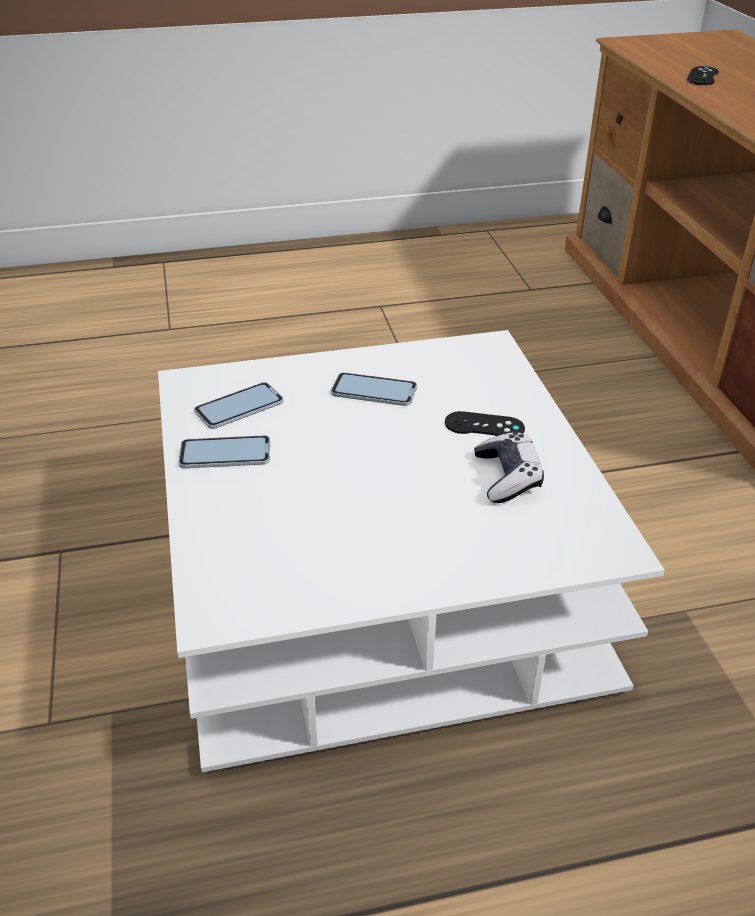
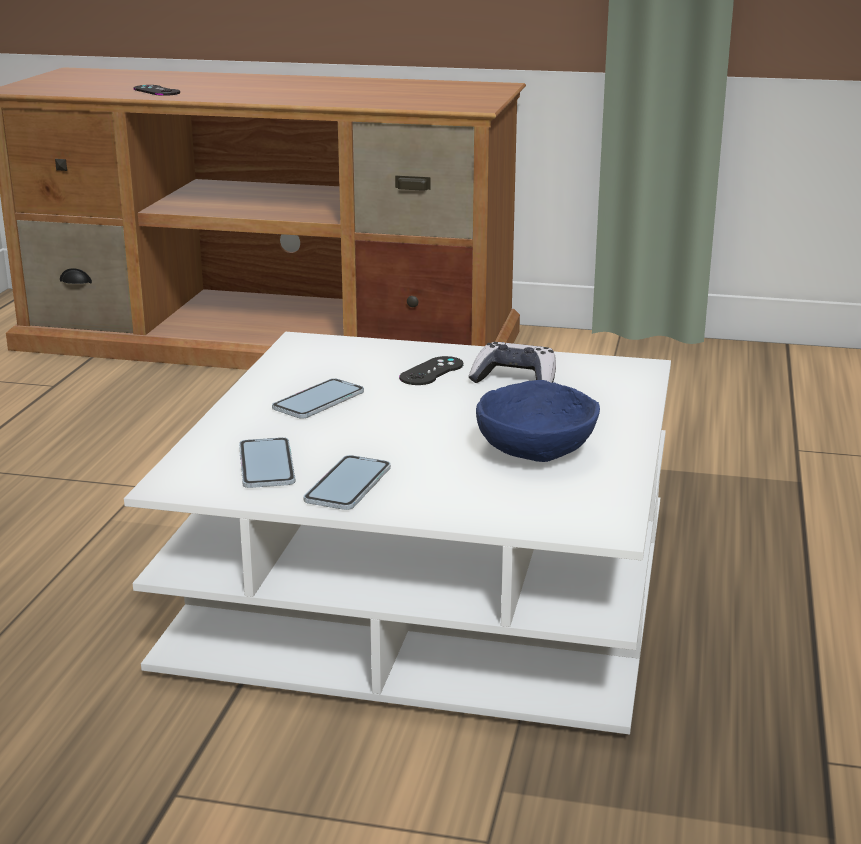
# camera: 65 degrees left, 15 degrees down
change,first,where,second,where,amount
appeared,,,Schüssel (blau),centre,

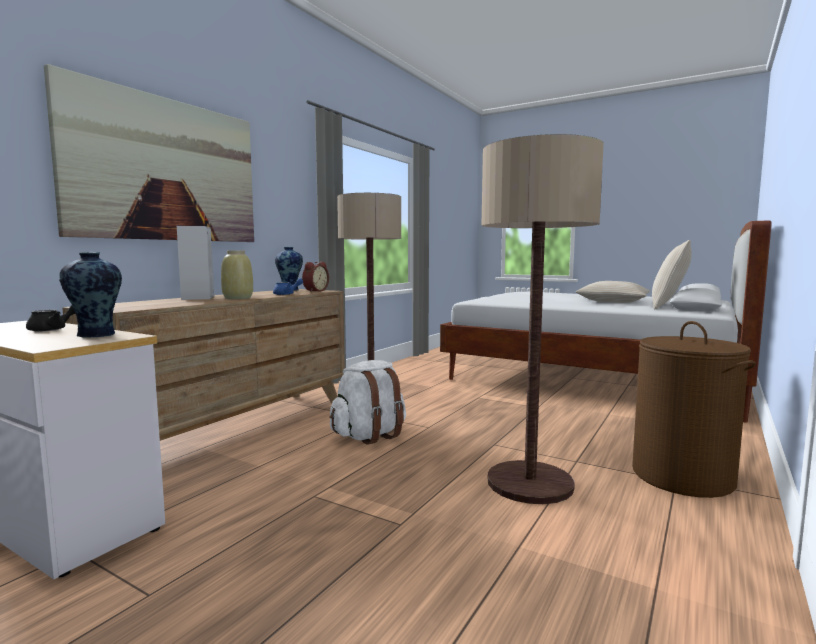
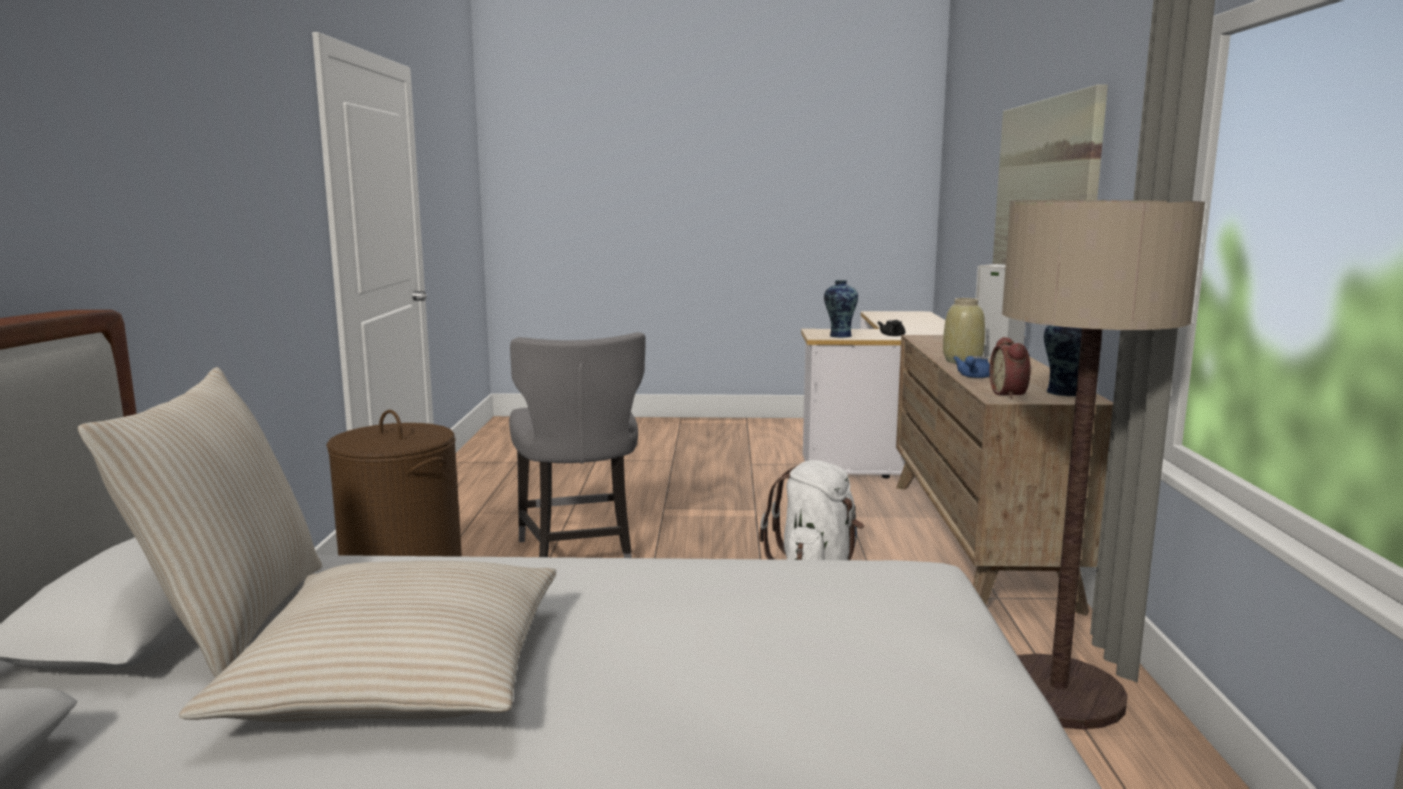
# camera: 150 degrees right, 5 degrees up
change,first,where,second,where,amount
exchanged,Stehlampe (no. 2 from left),centre,Stuhl (grau),centre,

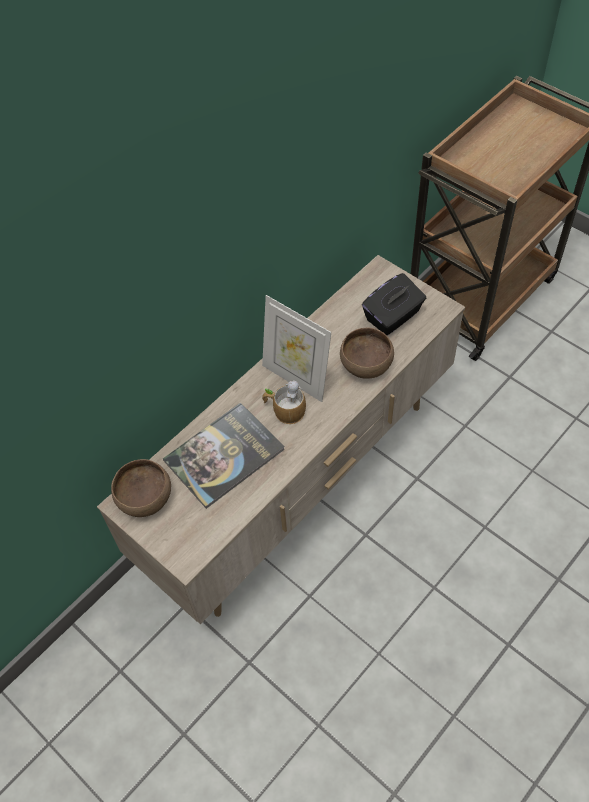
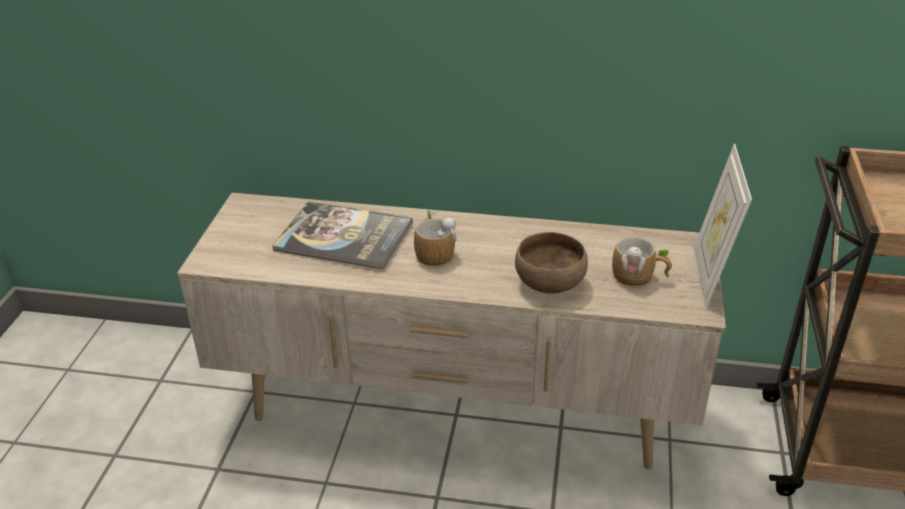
# camera: 55 degrees right, 20 degrees down
change,first,where,second,where,amount
exchanged,Taschentuchbox (schwarz),middle right,Henkelbecher (no. 2 from left),middle right,
relocated,Bilderrahmen,centre,,middle right,
missing,Schüssel (braun) (no. 1 from left),middle left,,,

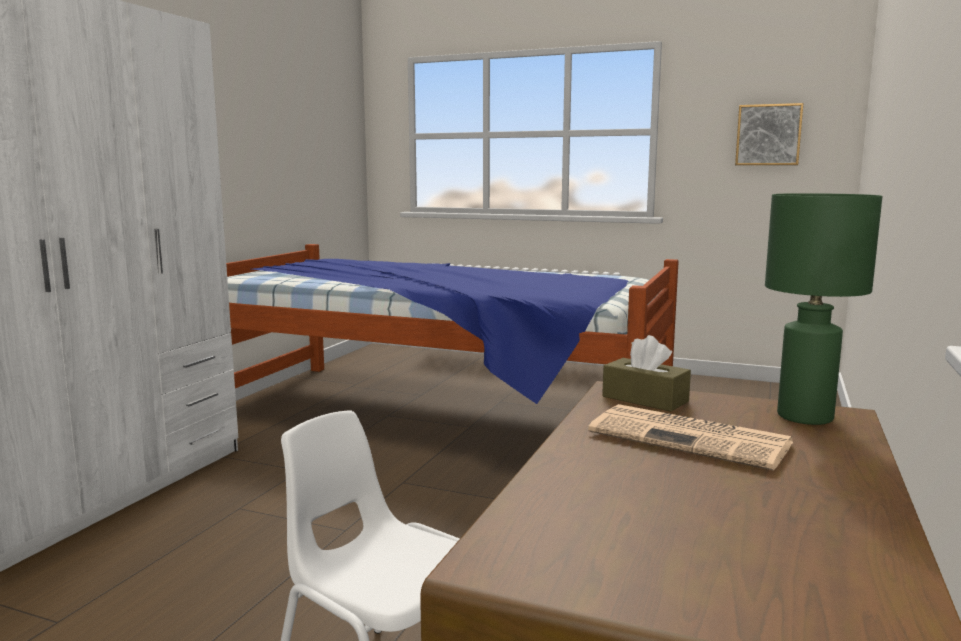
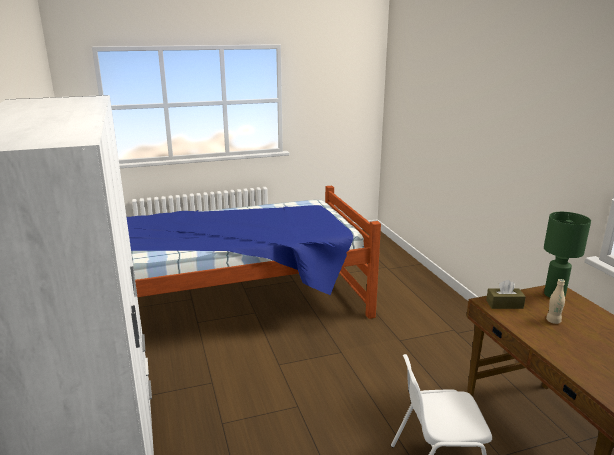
# camera: 40 degrees left, 10 degrees up
change,first,where,second,where,amount
exchanged,Zeitung,bottom right,Flasche (beige),middle right,
missing,Bild,top right,,,

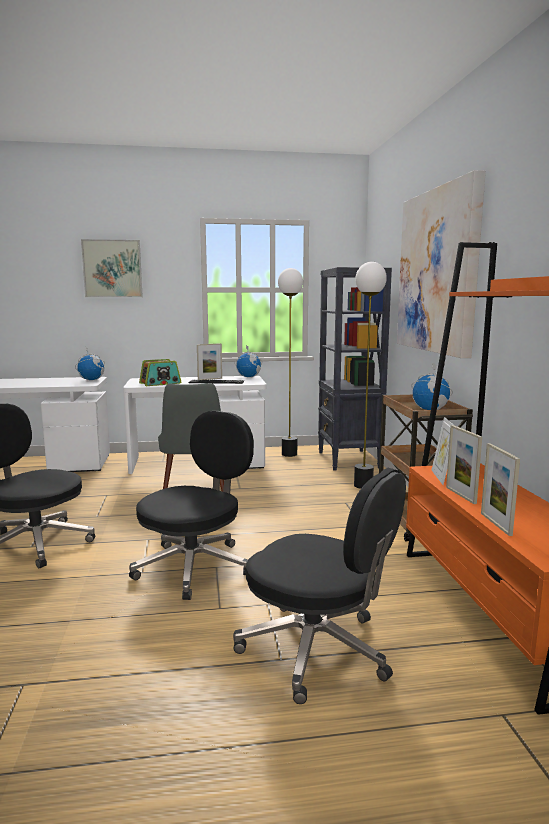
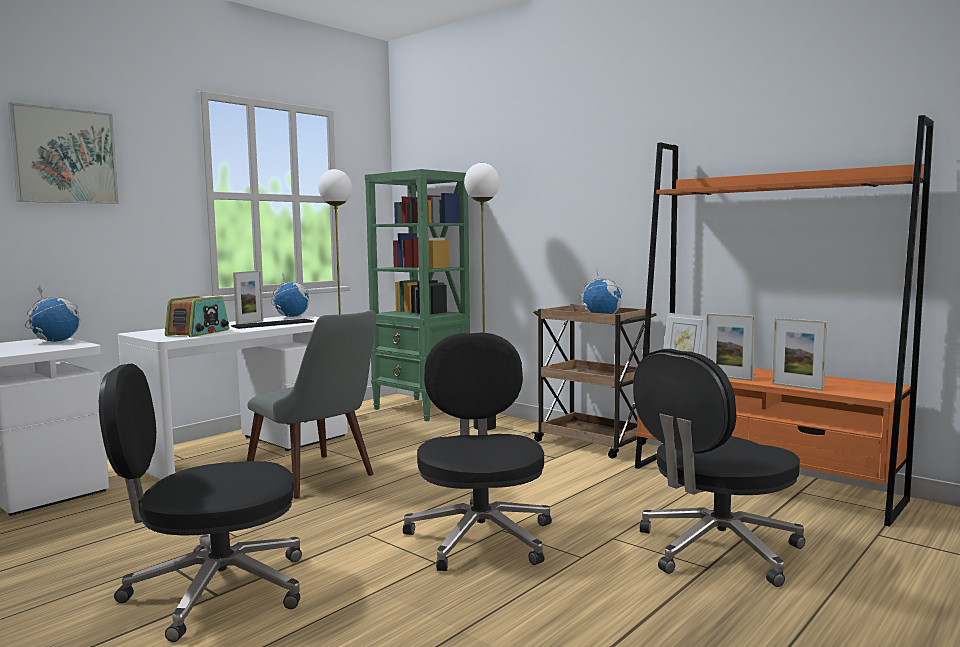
# camera: 40 degrees left, 5 degrees down
change,first,where,second,where,amount
colour,Bücherregal (schwarz),centre,Bücherregal (grün),centre,
spun,Bürostuhl (schwarz) (no. 3 from left),bottom centre,,bottom right,150 degrees clockwise
missing,Bild (no. 2 from left),top right,,,

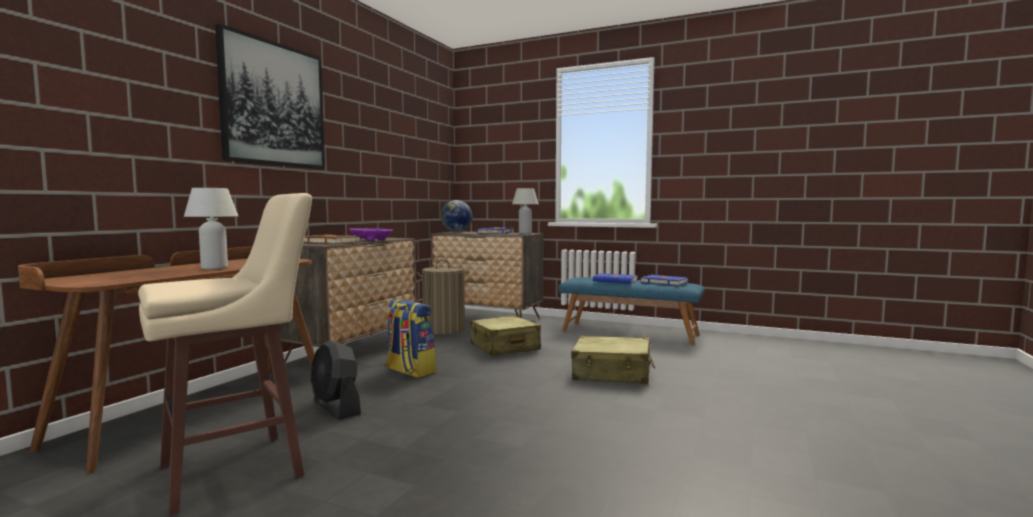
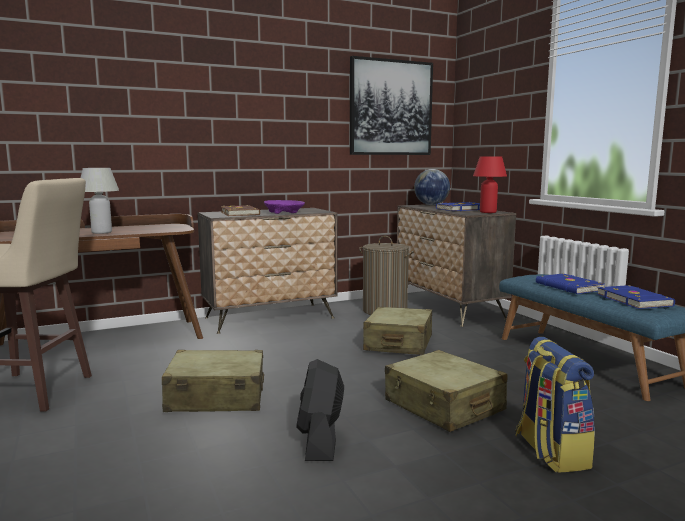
# camera: 40 degrees right, 5 degrees up
change,first,where,second,where,amount
appeared,,,Koffer (beige) (no. 1 from left),bottom left,
relocated,Ventilator (schwarz),bottom left,,bottom centre,
relocated,Bild,top left,,top centre,
colour,Tischlampe (weiß) (no. 2 from left),centre,Tischlampe (rot),middle right,
relocated,Rucksack,centre,,bottom right,

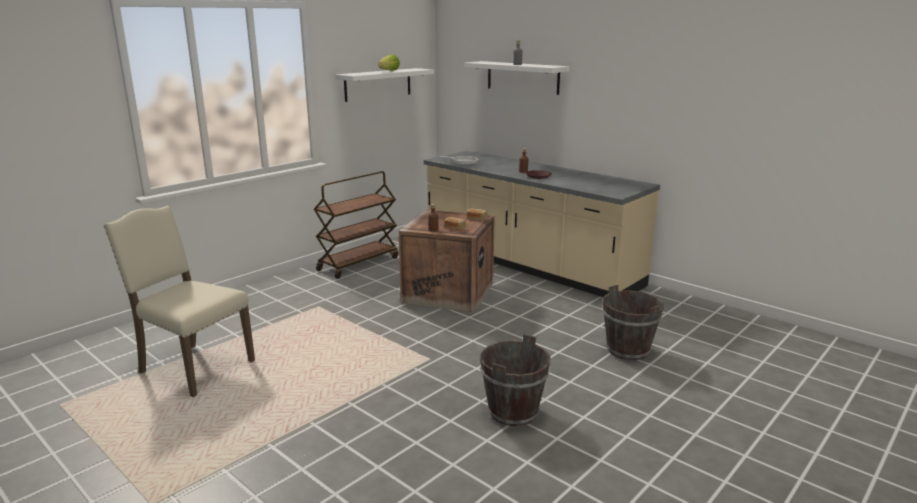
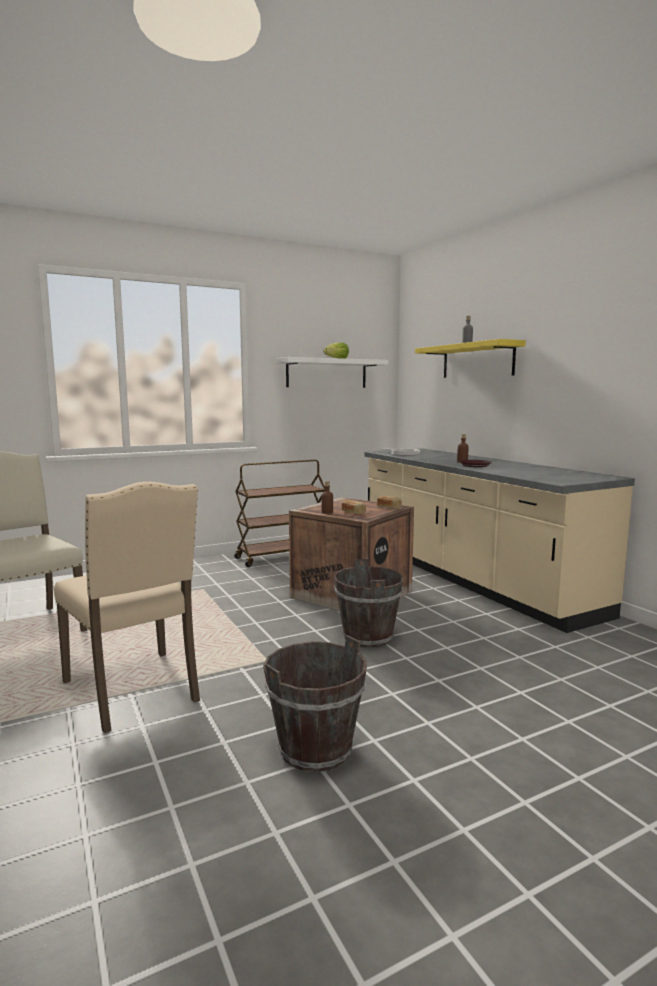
# camera: 20 degrees right, 10 degrees down
change,first,where,second,where,amount
appeared,,,Stuhl (beige) (no. 2 from left),middle left,
relocated,Eimer (braun) (no. 2 from left),middle right,,centre,
colour,Wandregal (weiß) (no. 2 from left),top centre,Wandregal (gelb),middle right,

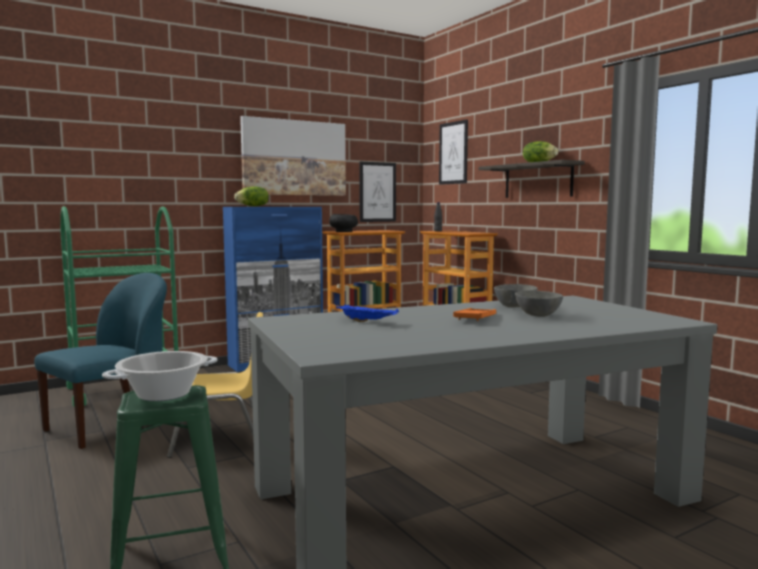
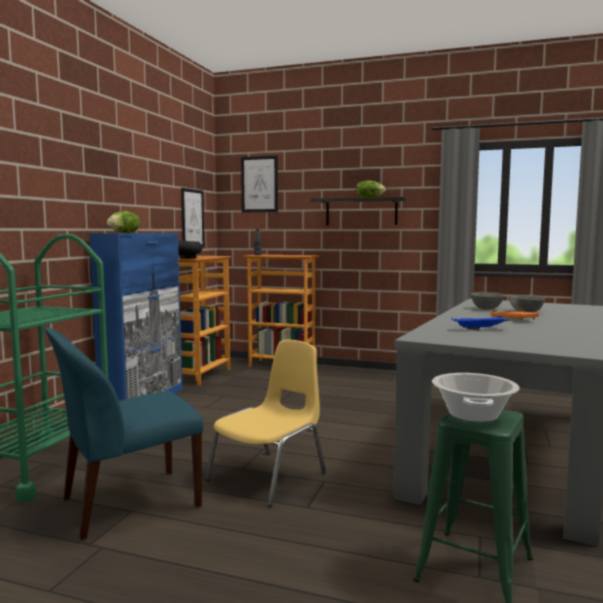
# camera: 40 degrees left, 0 degrees up
change,first,where,second,where,amount
spun,Stuhl (blau),middle left,,bottom left,120 degrees counterclockwise
missing,Bild (no. 1 from left),top centre,,,

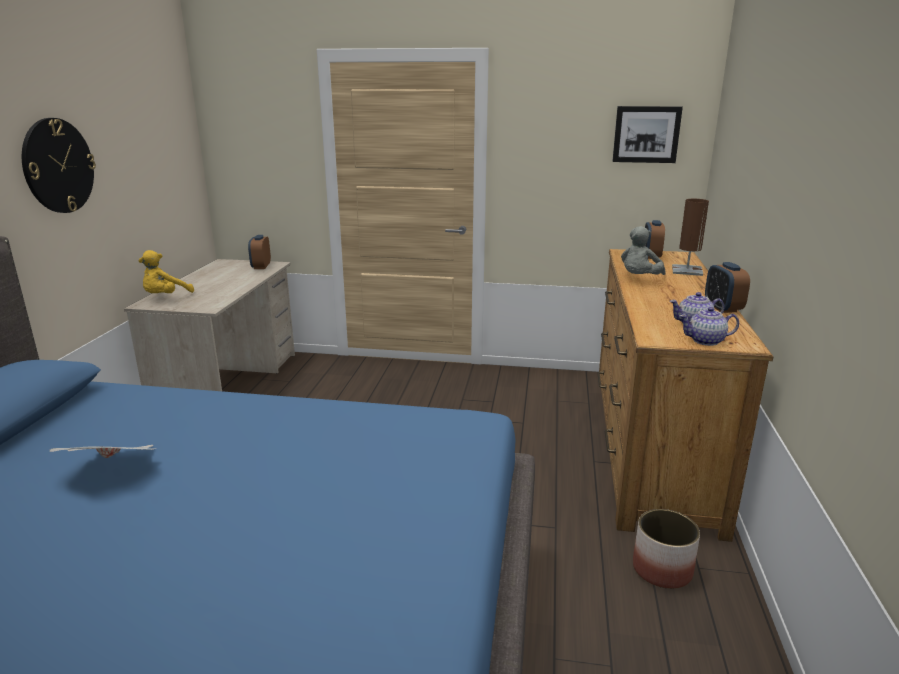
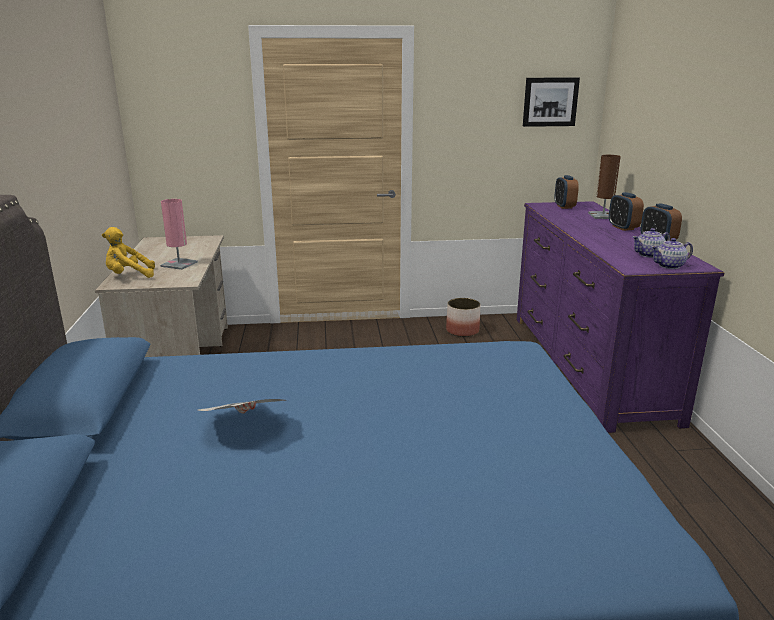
# camera: 15 degrees left, 0 degrees up
change,first,where,second,where,amount
spun,Plüschtier (gelb),middle left,,middle left,60 degrees clockwise
appeared,,,Tischlampe (rosa),middle left,
relocated,Pflanzkübel,bottom right,,centre,
colour,Kommode (braun),middle right,Kommode (lila),middle right,
relocated,Wecker (no. 1 from left in the first image),middle left,Wecker (no. 2 from left),middle right,
missing,Wanduhr,top left,,,
missing,Plüschtier (grau),middle right,,,

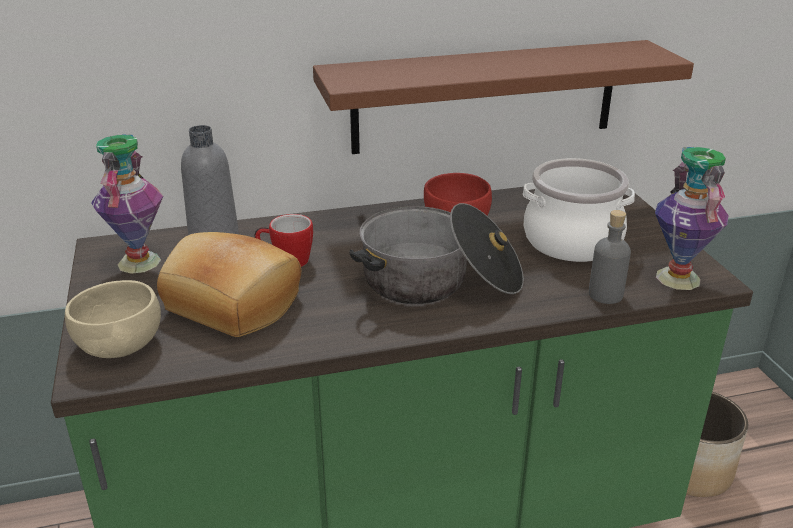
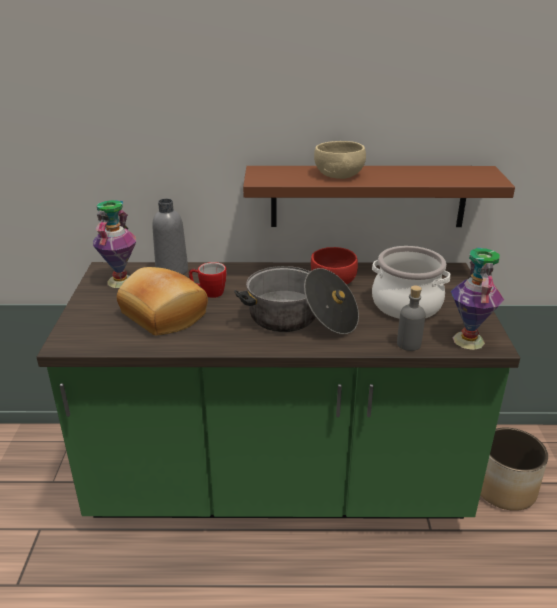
# camera: 15 degrees right, 0 degrees up
change,first,where,second,where,amount
relocated,Schüssel (beige),middle left,,top centre,

